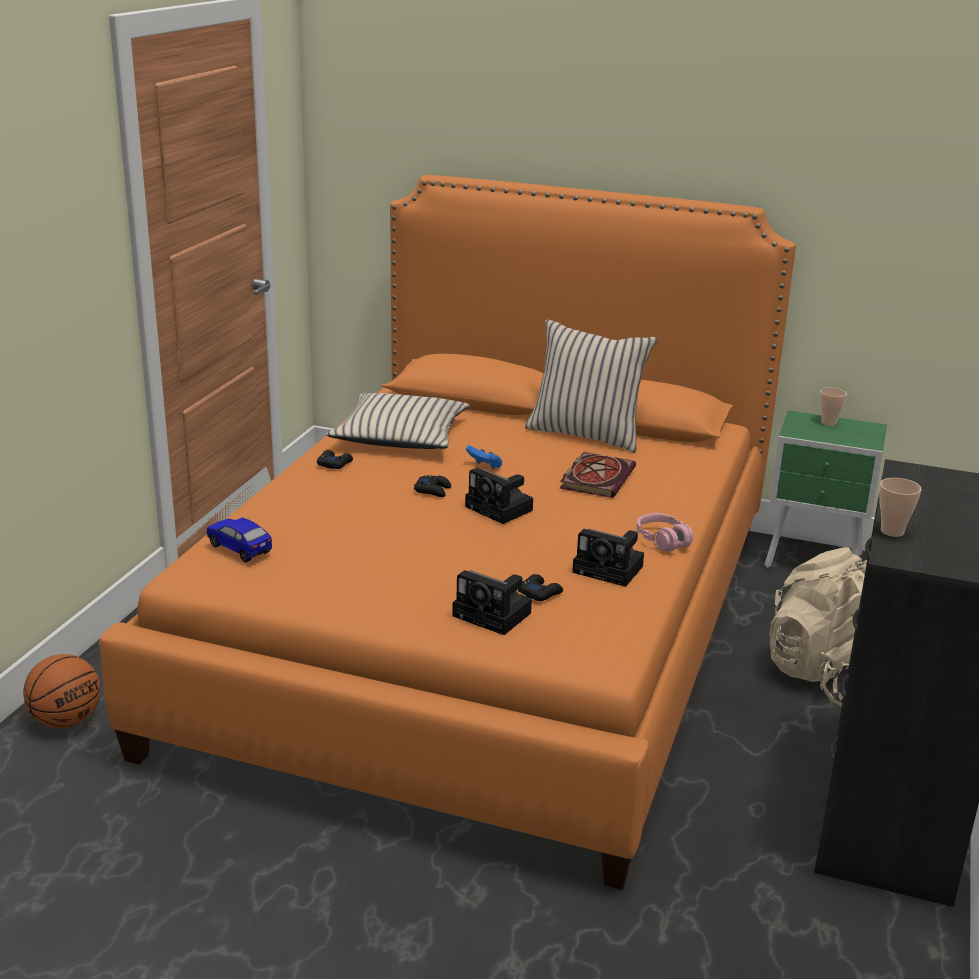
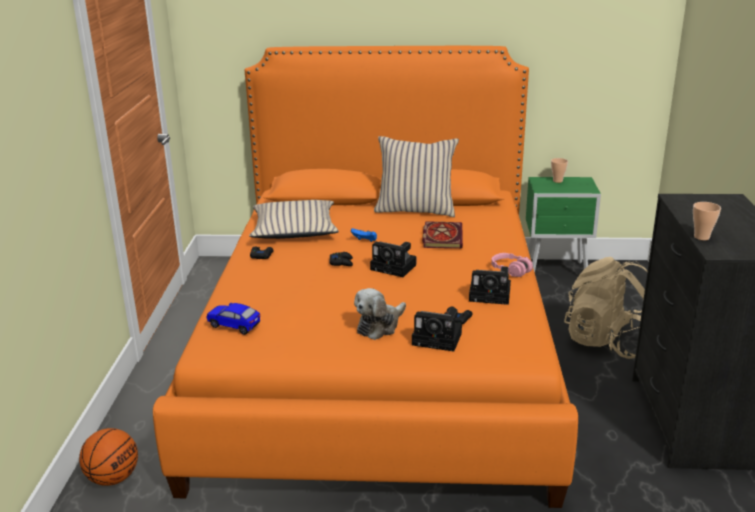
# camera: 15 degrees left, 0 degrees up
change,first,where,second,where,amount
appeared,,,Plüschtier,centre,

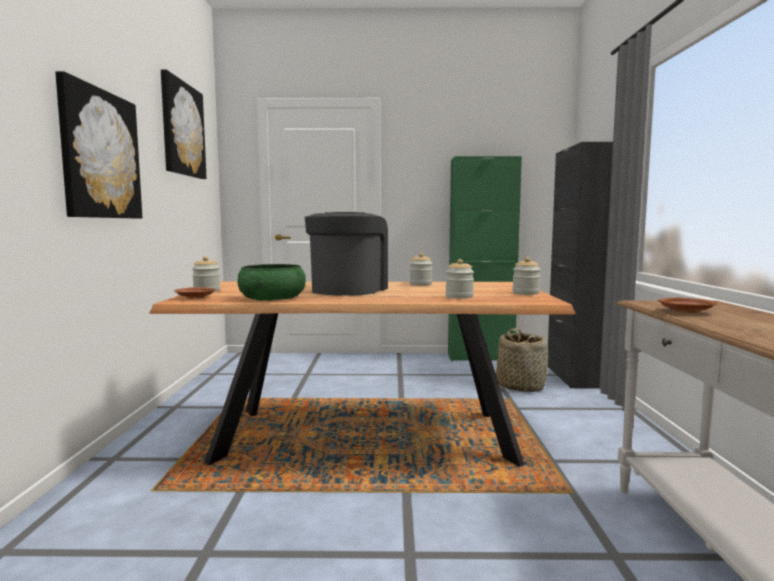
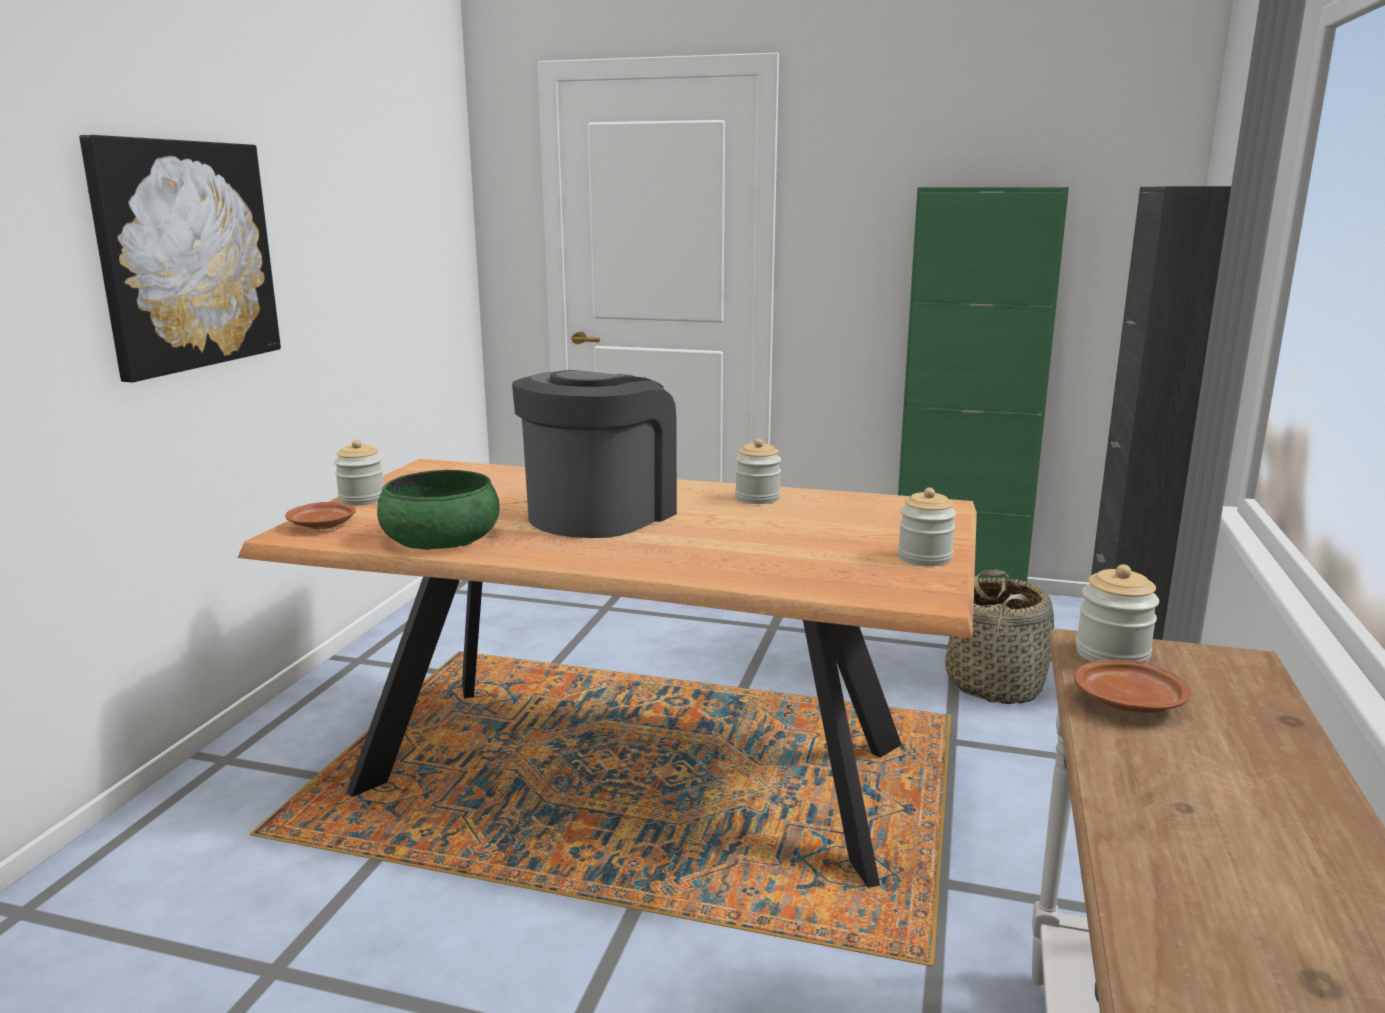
# camera: 15 degrees right, 10 degrees up
change,first,where,second,where,amount
relocated,Vorratsglas (no. 3 from left in the first image),centre,Vorratsglas (no. 4 from left),middle right,
missing,Bild (no. 2 from left),top left,,,

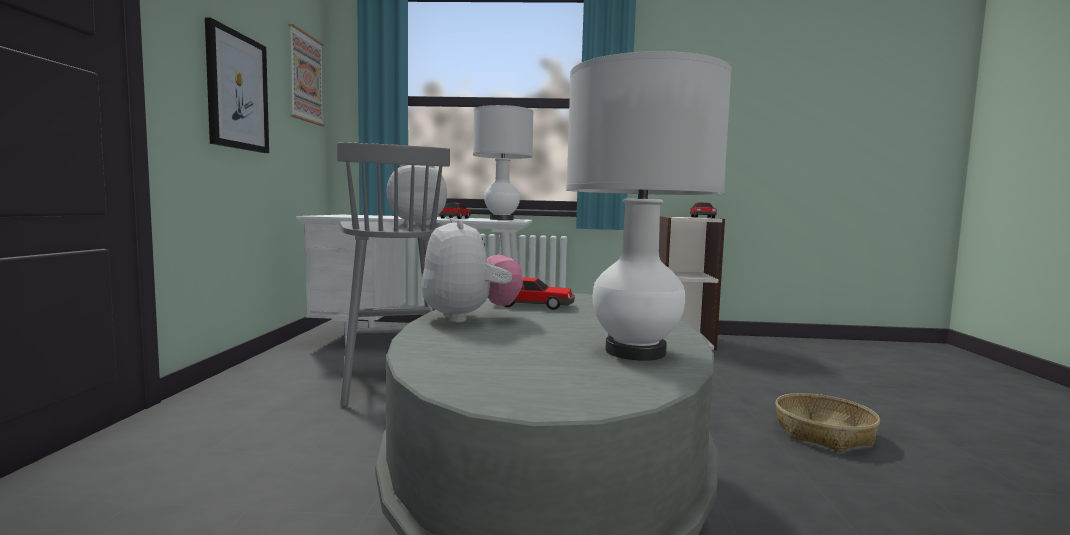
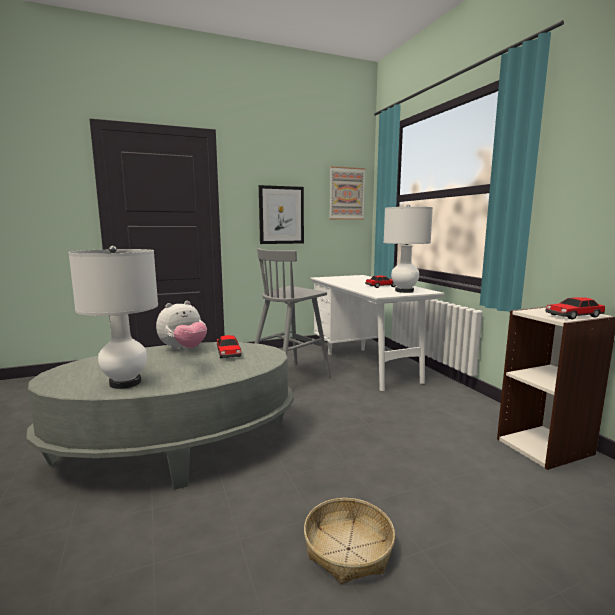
# camera: 65 degrees right, 5 degrees up
change,first,where,second,where,amount
missing,Plüschtier (no. 1 from left),centre,,,

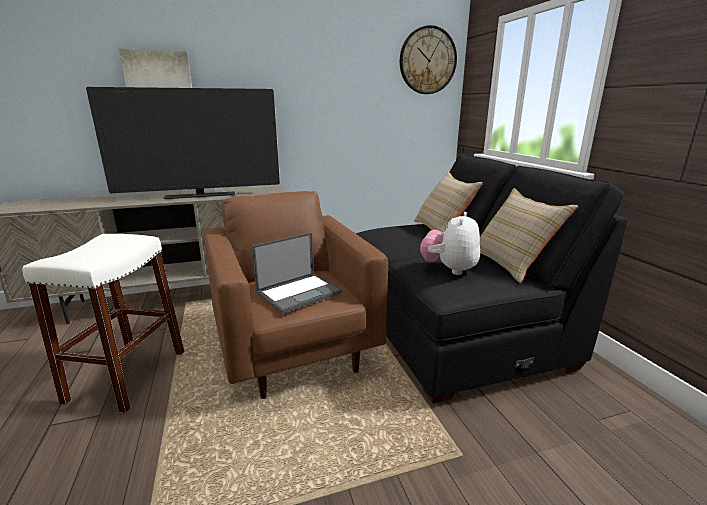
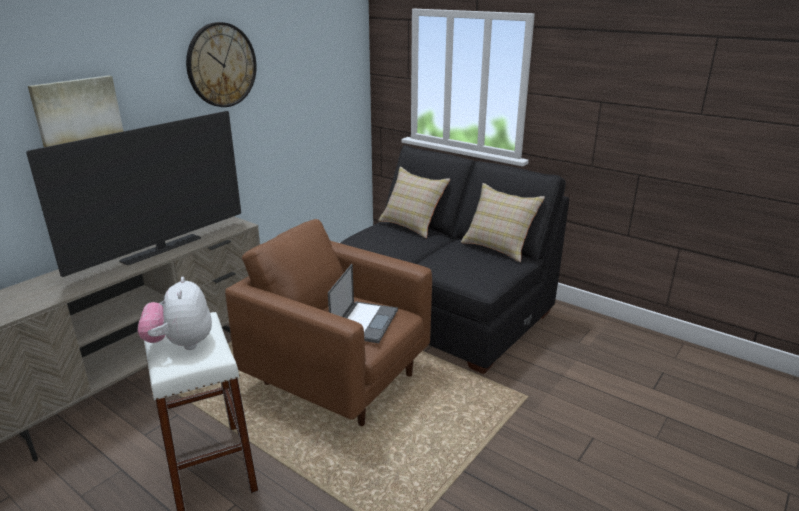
# camera: 35 degrees left, 5 degrees up
change,first,where,second,where,amount
relocated,Plüschtier,centre,,middle left,
relocated,Wanduhr,top centre,,top left,

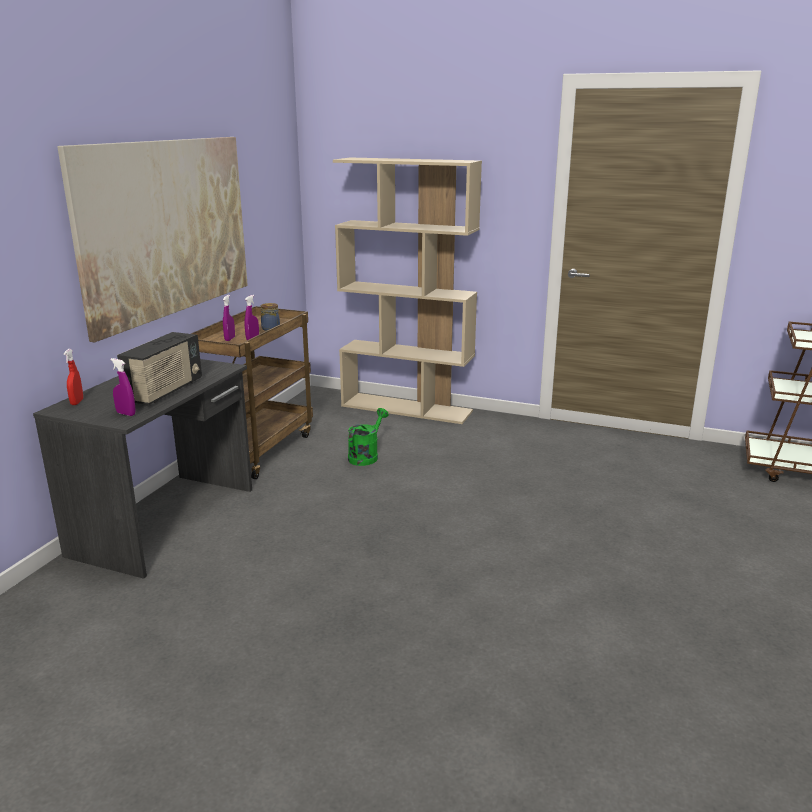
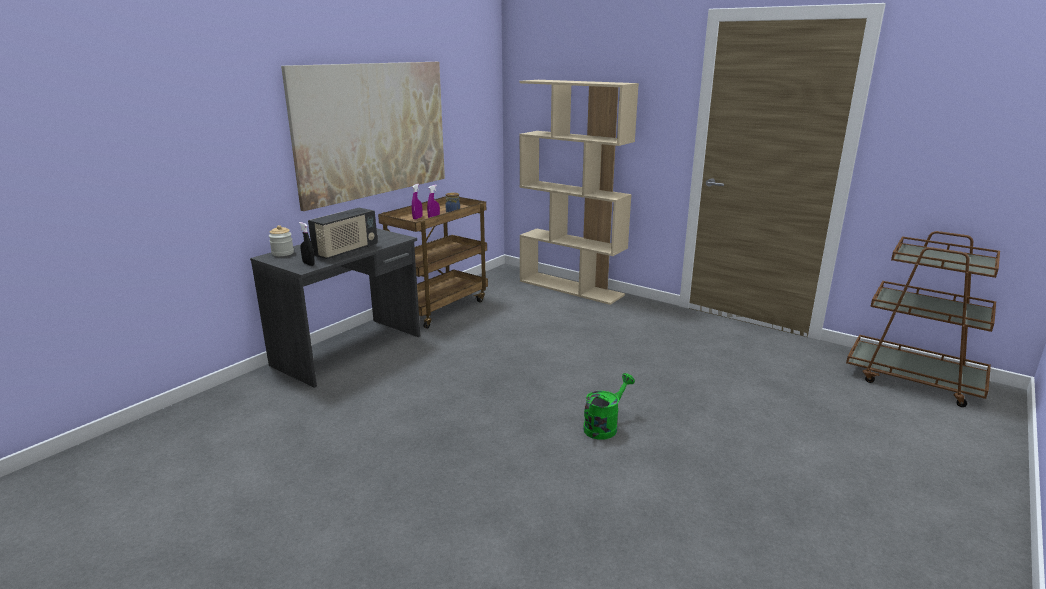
# camera: 15 degrees right, 0 degrees up
change,first,where,second,where,amount
exchanged,Sprühflasche (rot),middle left,Vorratsglas (no. 1 from left),middle left,
colour,Sprühflasche (lila) (no. 1 from left),middle left,Sprühflasche (schwarz),middle left,
relocated,Gießkanne (grün),centre,,bottom centre,

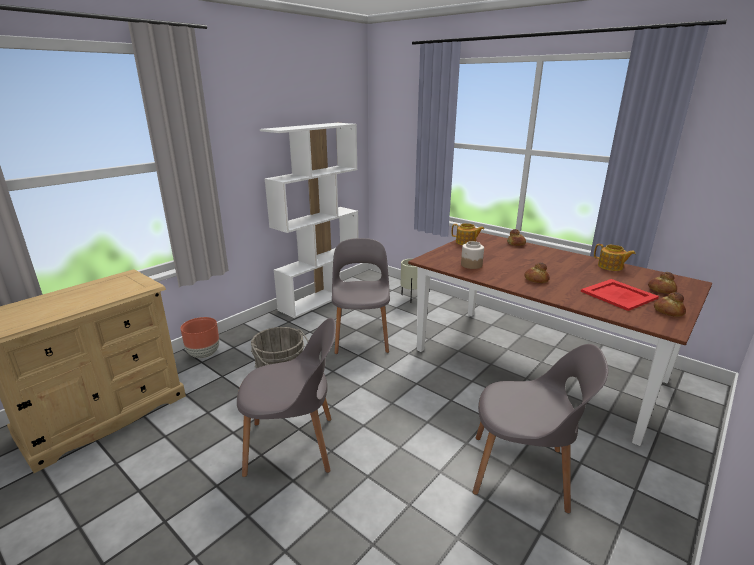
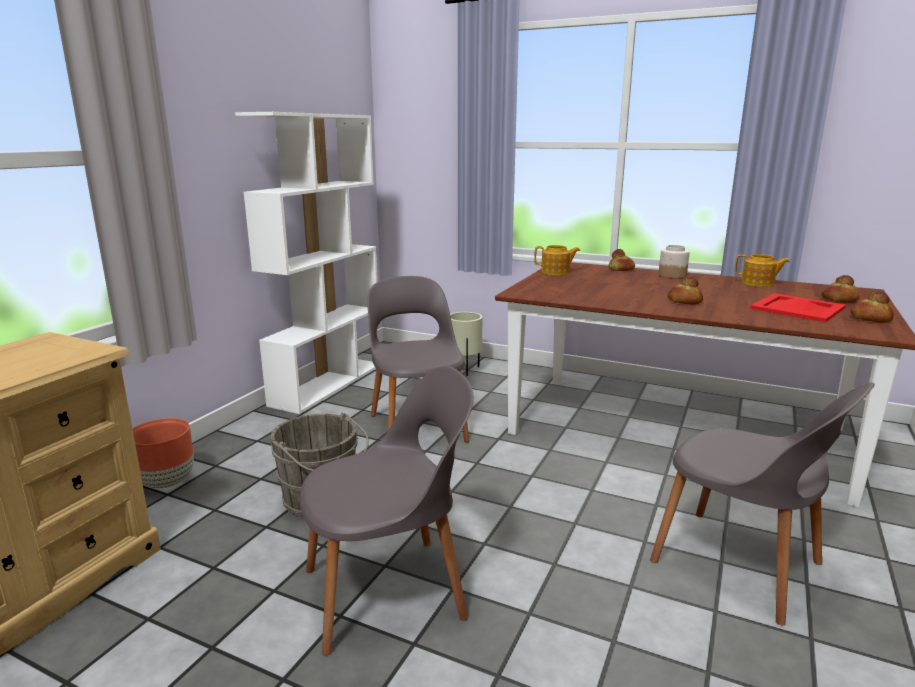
# camera: 15 degrees left, 5 degrees down
change,first,where,second,where,amount
spun,Stuhl (grau) (no. 3 from left),bottom right,,bottom right,45 degrees clockwise
relocated,Vorratsglas,centre,,middle right,

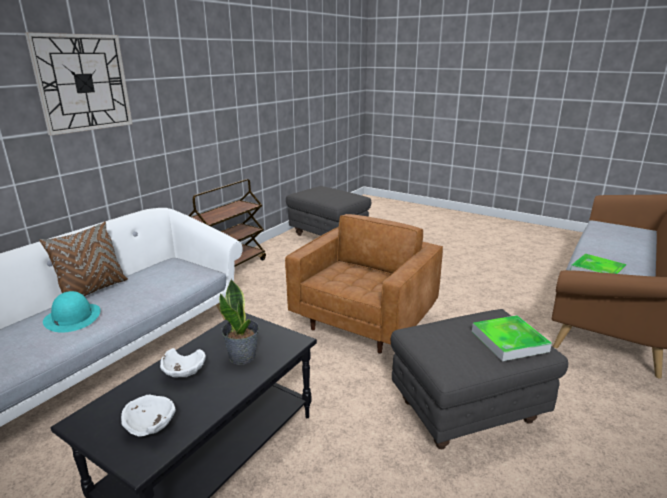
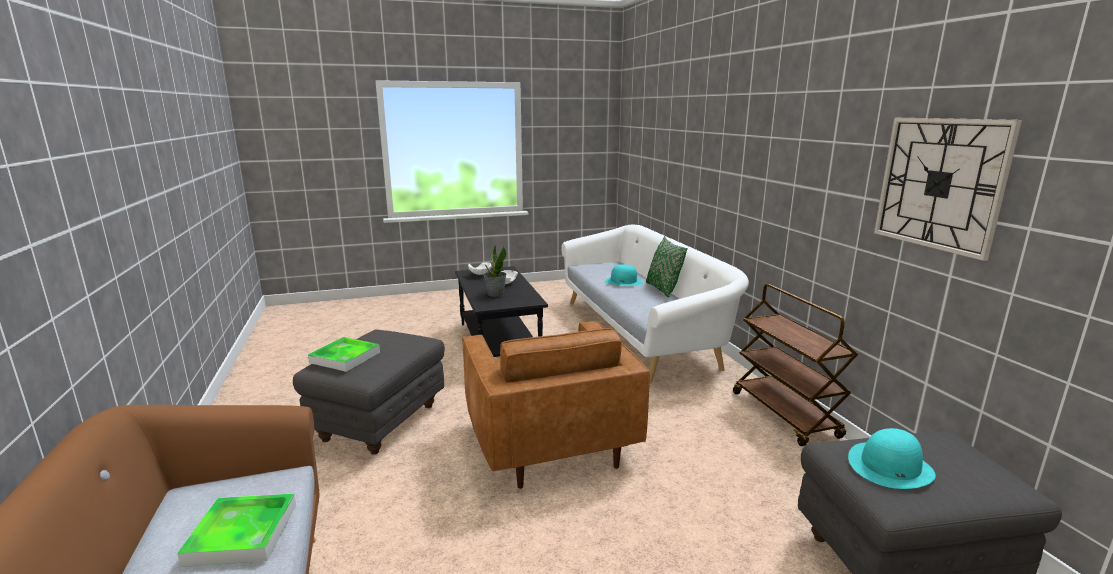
# camera: 130 degrees right, 5 degrees down
change,first,where,second,where,amount
colour,Kissen (braun),middle left,Kissen (grün),centre,
appeared,,,Hut (türkis) (no. 2 from left),bottom right,
relocated,Wanduhr,top left,,top right,

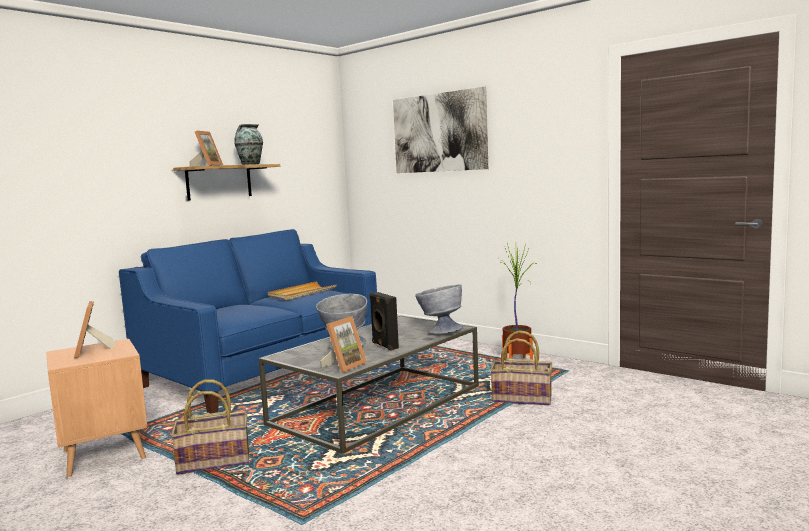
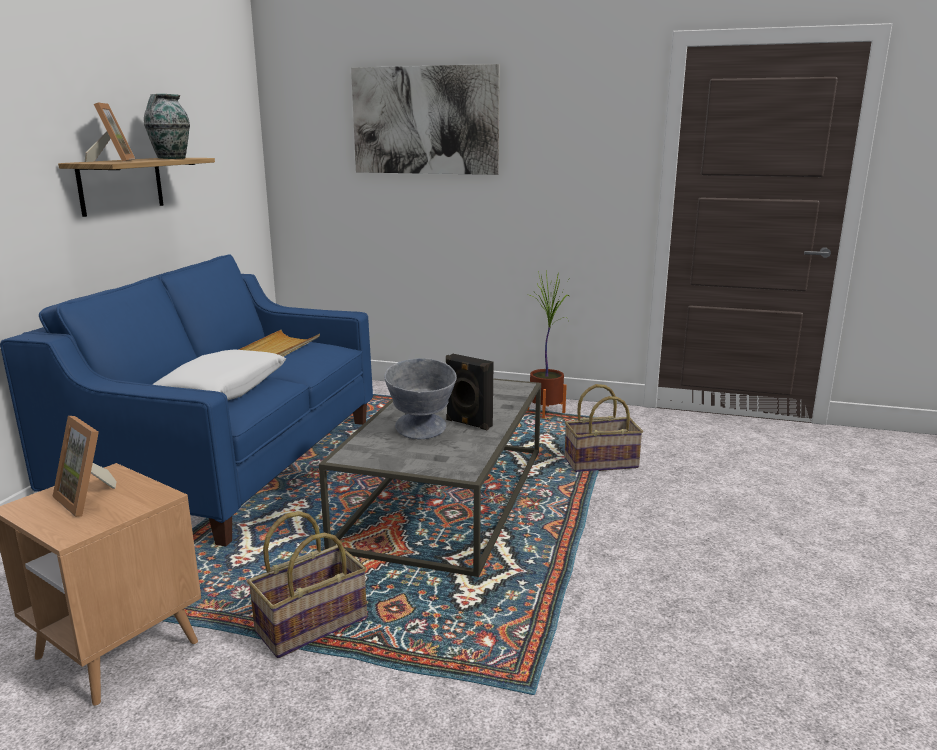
# camera: 25 degrees left, 10 degrees up
change,first,where,second,where,amount
appeared,,,Kissen (weiß),middle left,
missing,Bilderrahmen (no. 3 from left),centre,,,
missing,Schüssel (grau) (no. 2 from left),centre,,,

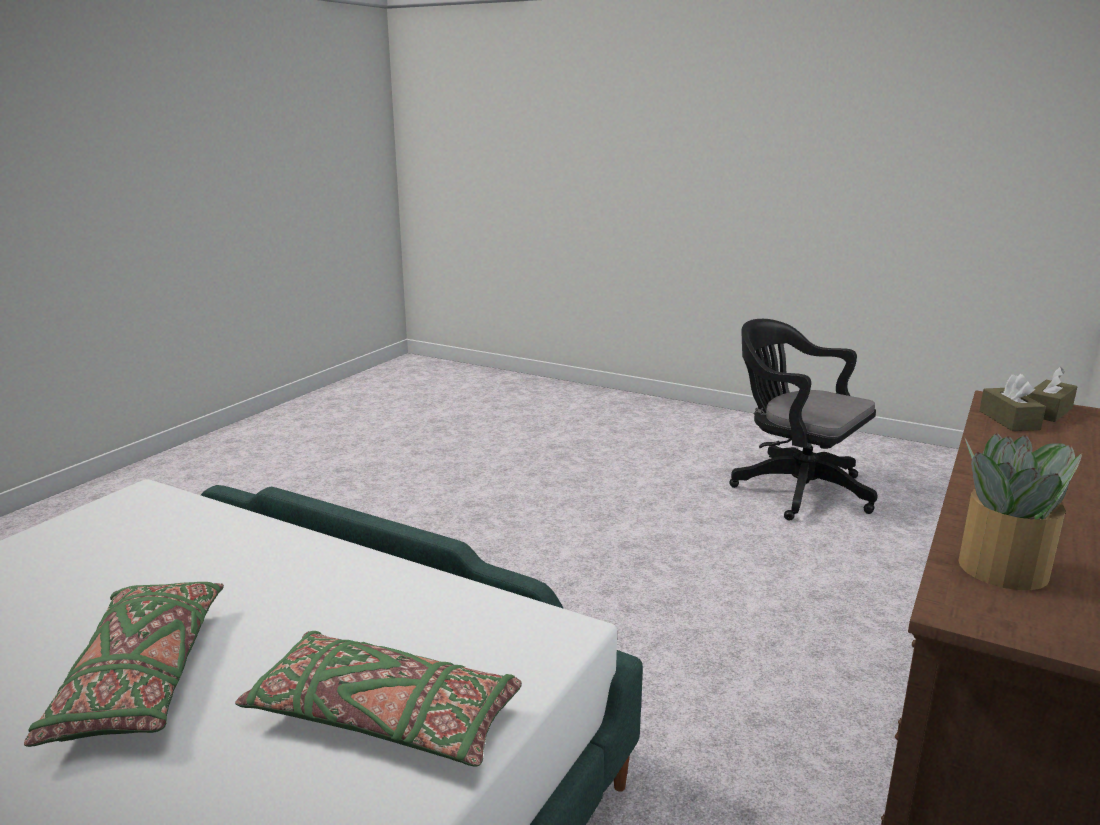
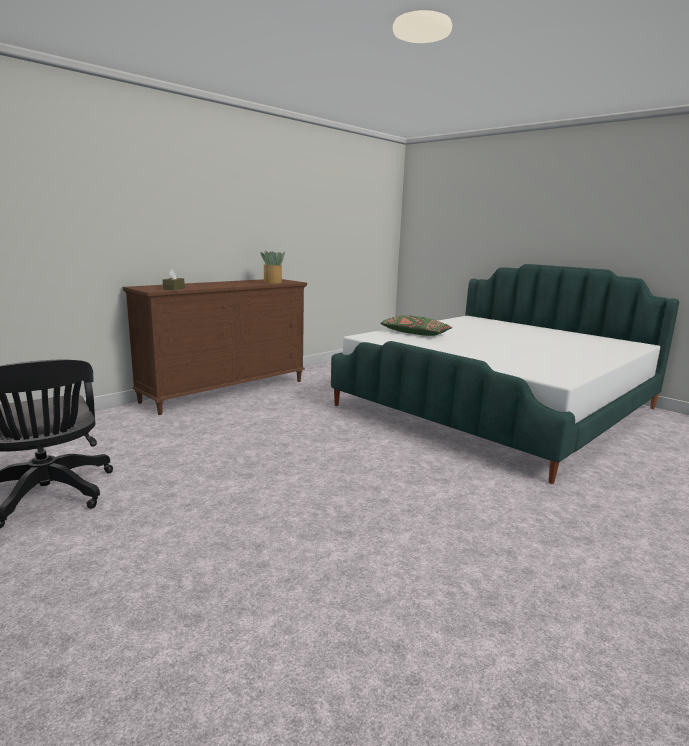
# camera: 165 degrees left, 5 degrees down
change,first,where,second,where,amount
missing,Kissen (grün) (no. 1 from left),bottom left,,,
missing,Taschentuchbox (braun) (no. 2 from left),middle right,,,

